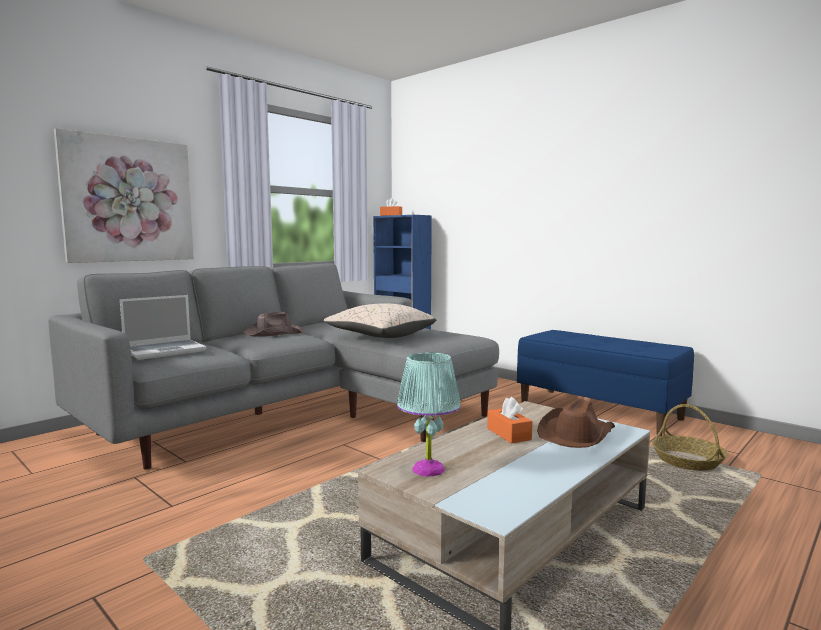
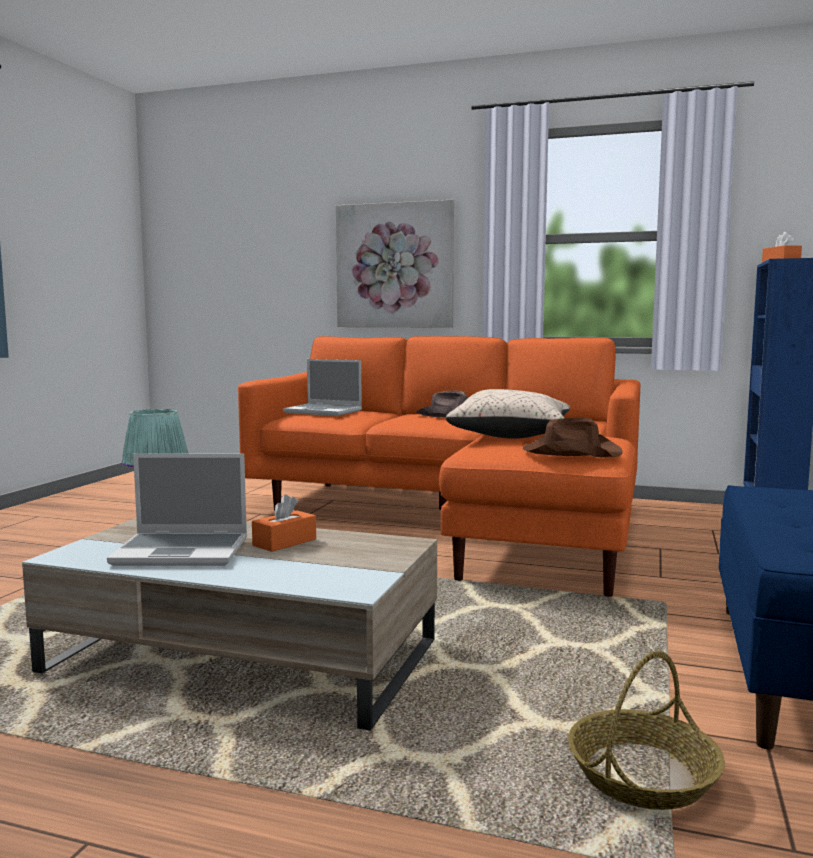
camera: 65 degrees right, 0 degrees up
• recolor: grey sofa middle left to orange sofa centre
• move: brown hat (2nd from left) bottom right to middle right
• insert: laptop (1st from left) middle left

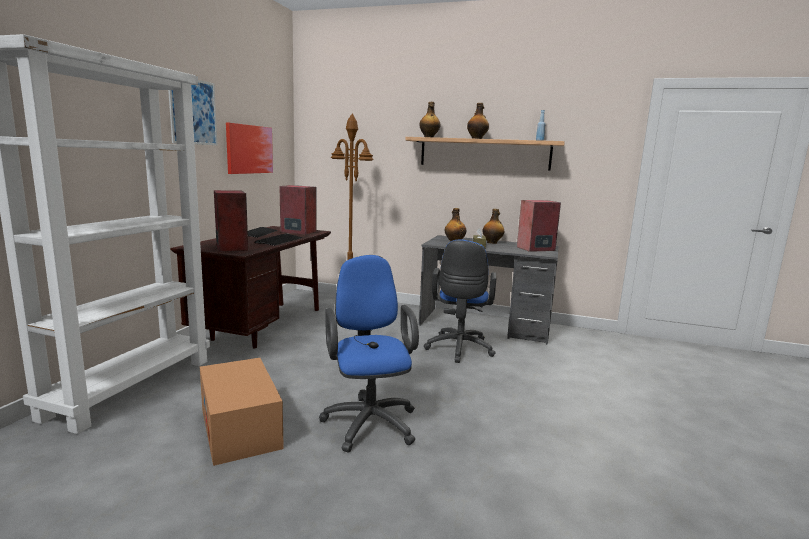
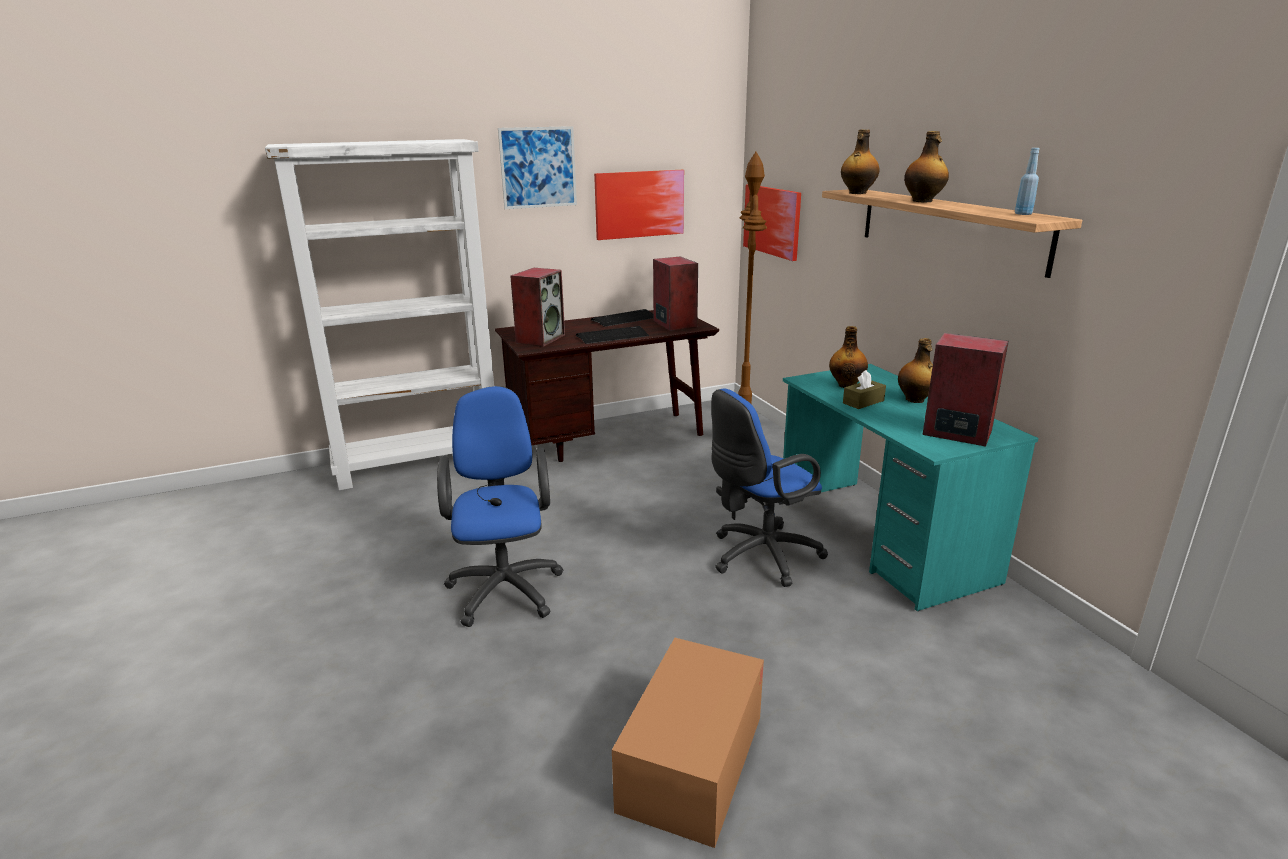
camera: 50 degrees right, 10 degrees up
• recolor: grey desk centre to turquoise desk middle right
• rotate: blue office chair (1st from left) centre = centre 45 degrees counterclockwise
• move: cardboard box bottom left to bottom centre
• insert: picture (3rd from left) top centre

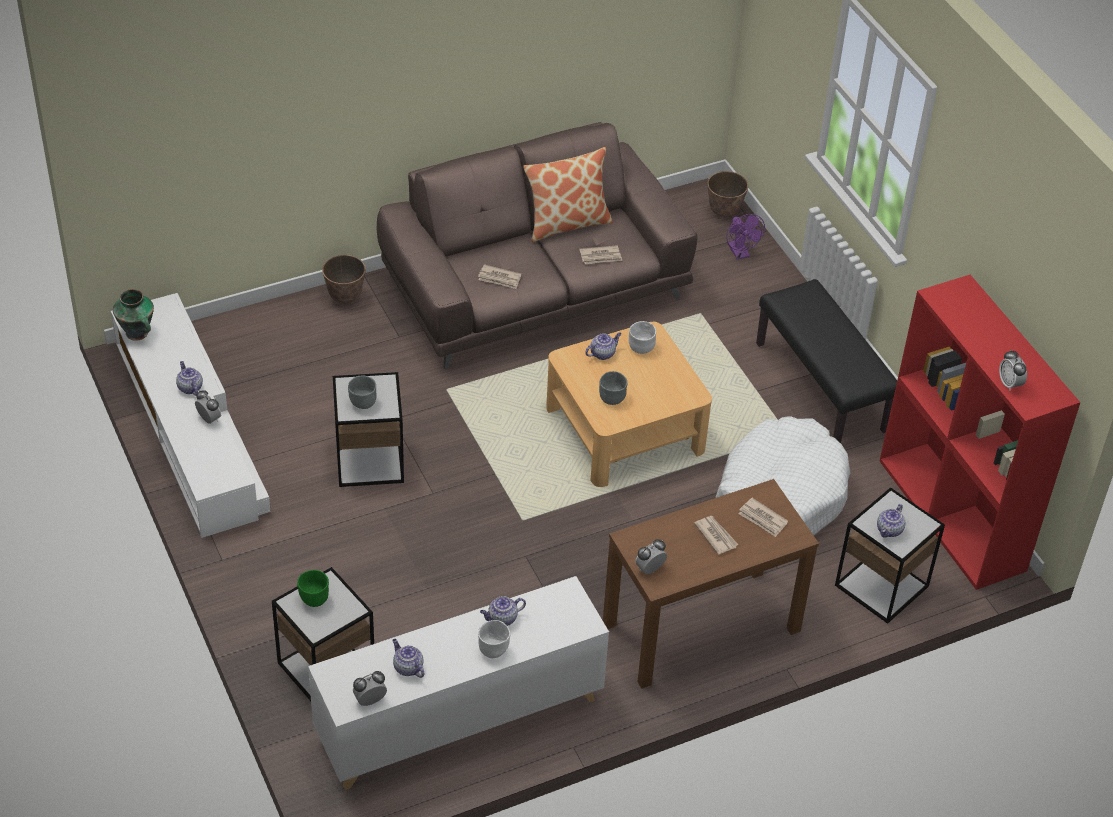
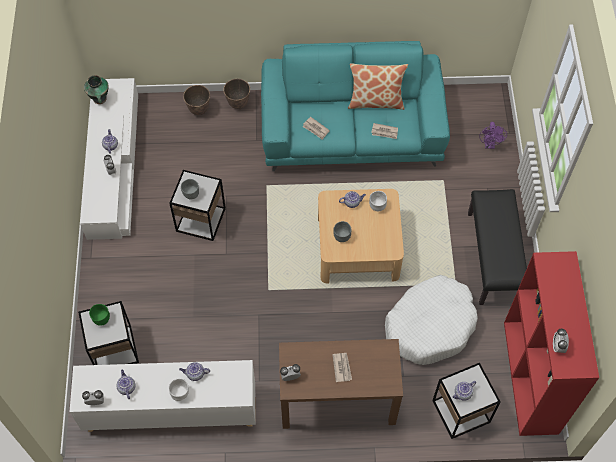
camera: 25 degrees right, 15 degrees up
• recolor: brown sofa top centre to turquoise sofa top centre
• move: planter (2nd from left in the first image) top centre to planter (1st from left) top left
• delete: newspaper (4th from left) middle right

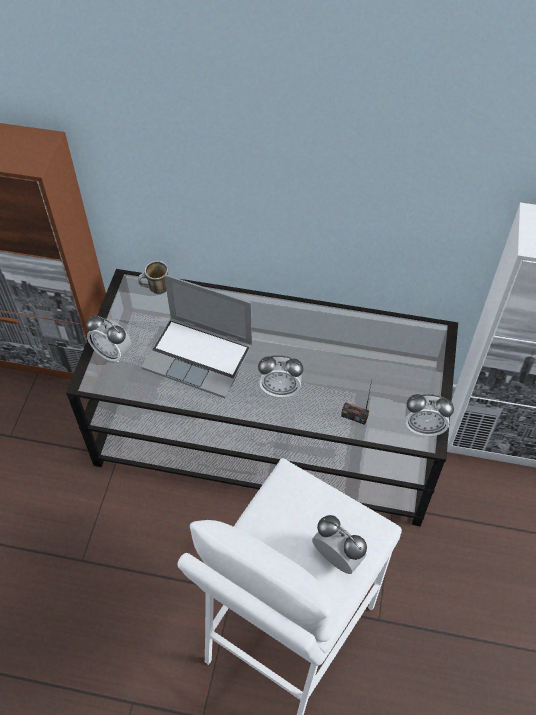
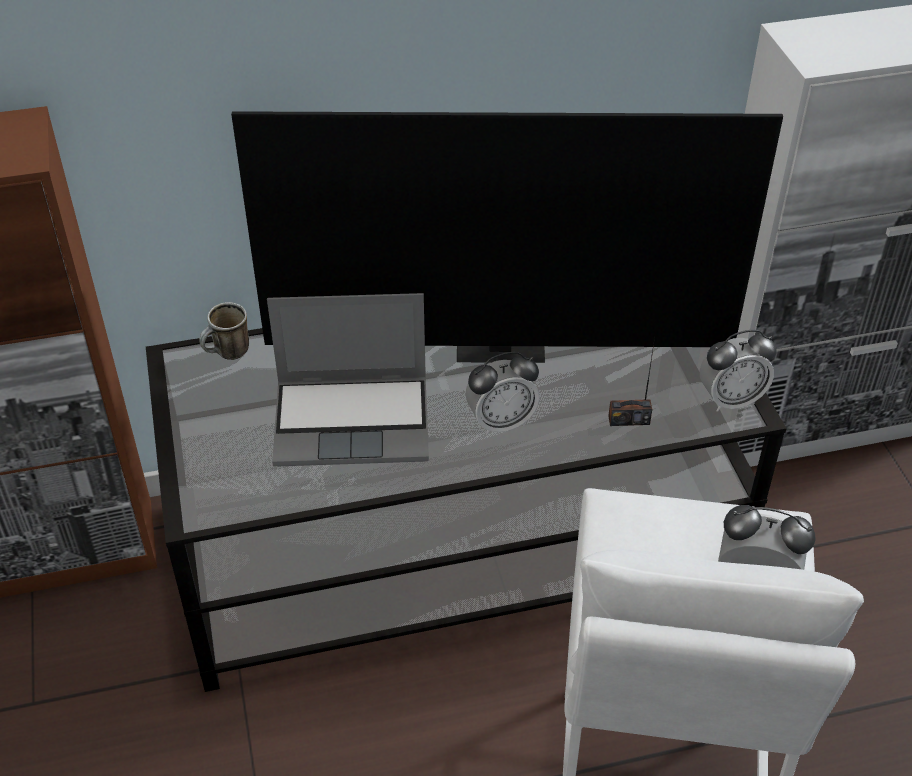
camera: 25 degrees left, 10 degrees down
• delete: alarm clock (1st from left) middle left
• insert: television top centre

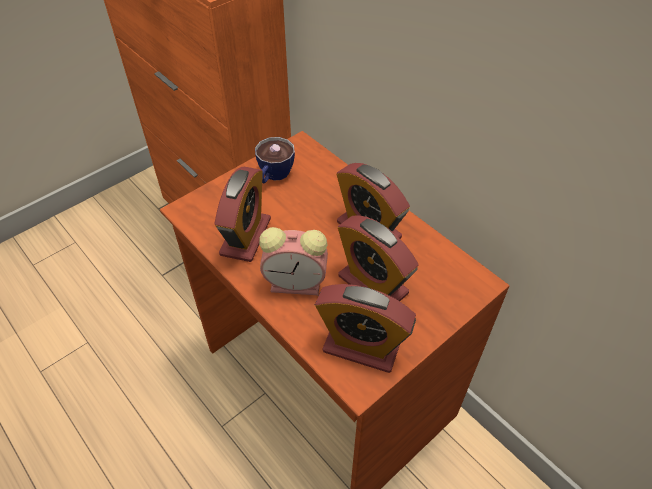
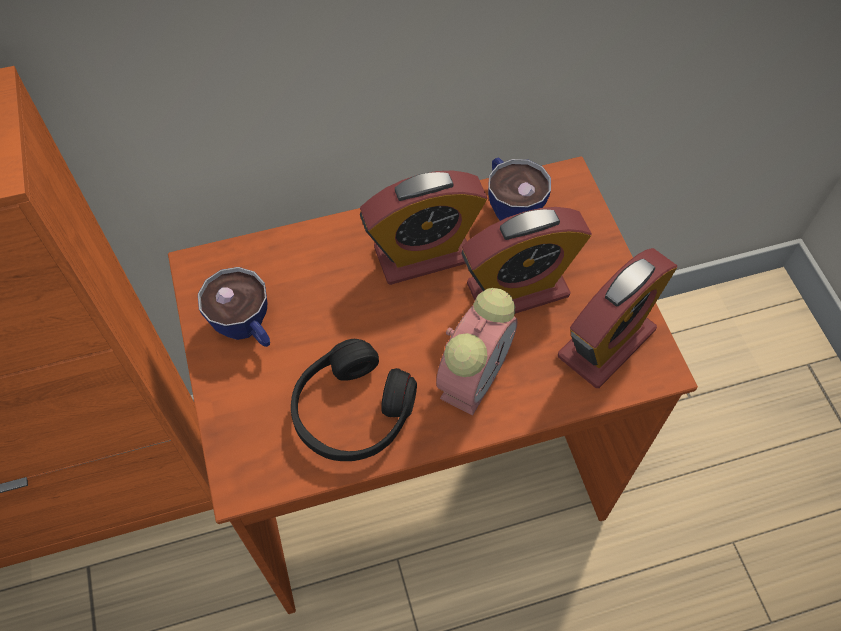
camera: 65 degrees left, 10 degrees up
• replace: alarm clock (1st from left) centre to black headphones centre
• insert: cup (2nd from left) top centre

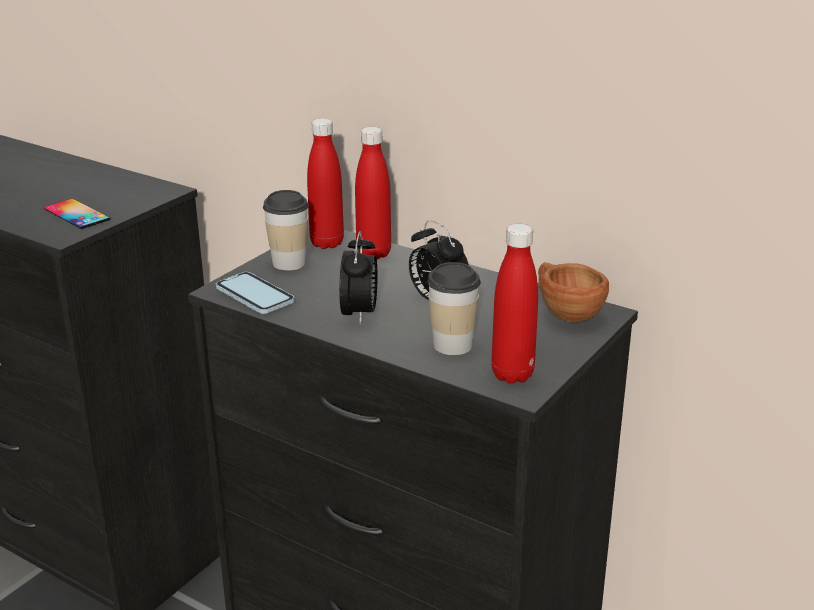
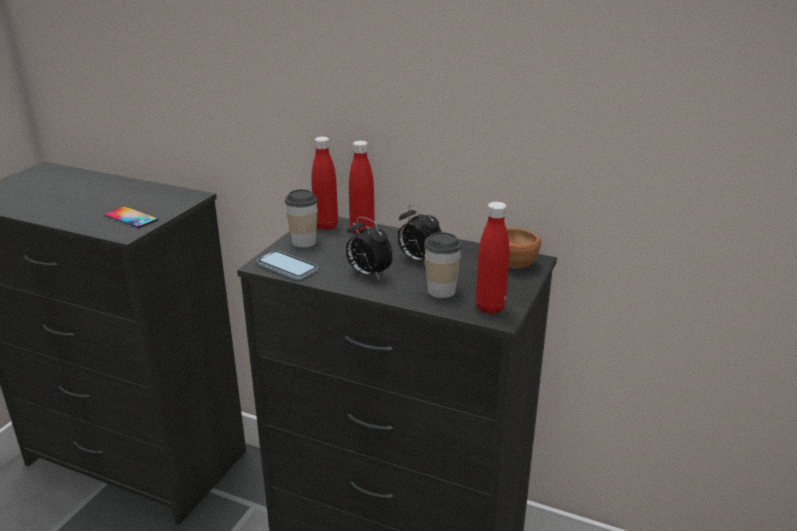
camera: 10 degrees left, 0 degrees up
• rotate: alarm clock (1st from left) centre = centre 135 degrees clockwise

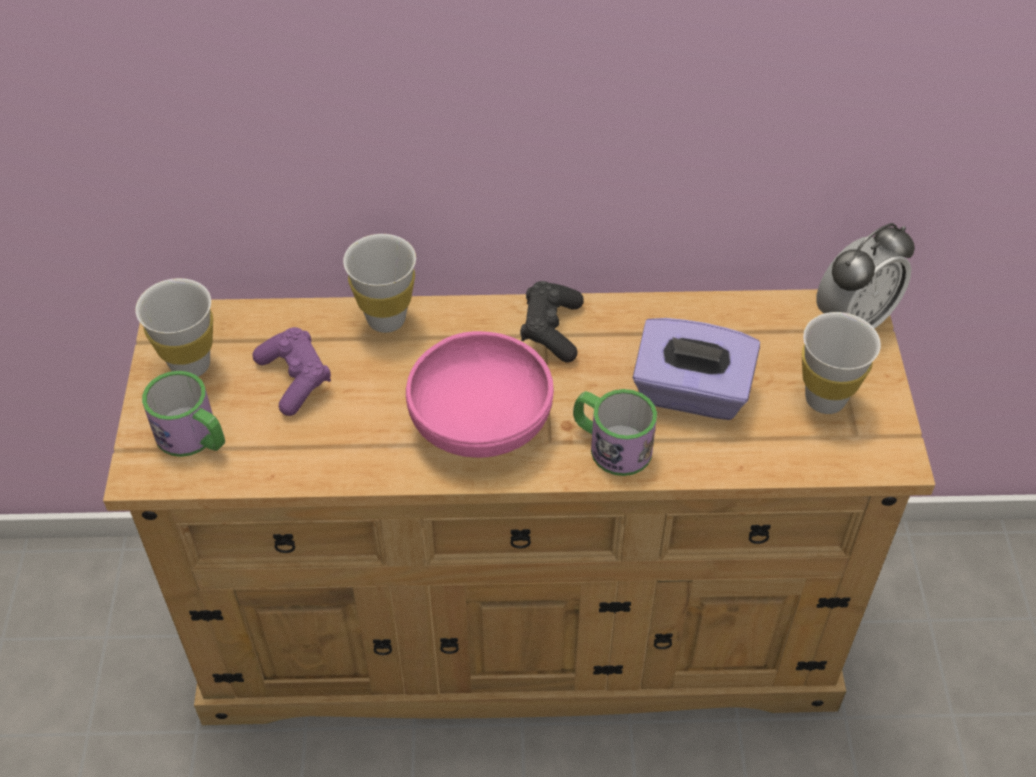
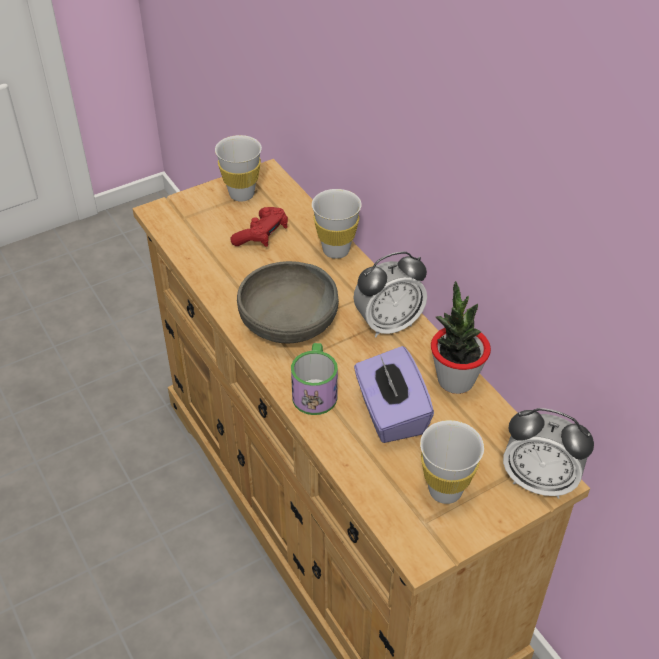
camera: 60 degrees right, 5 degrees down
• replace: black game controller centre to alarm clock (1st from left) centre
• recolor: purple game controller middle left to red game controller centre
• recolor: pink bowl centre to grey bowl centre
• delete: mug (1st from left) middle left
• insert: potted plant middle right

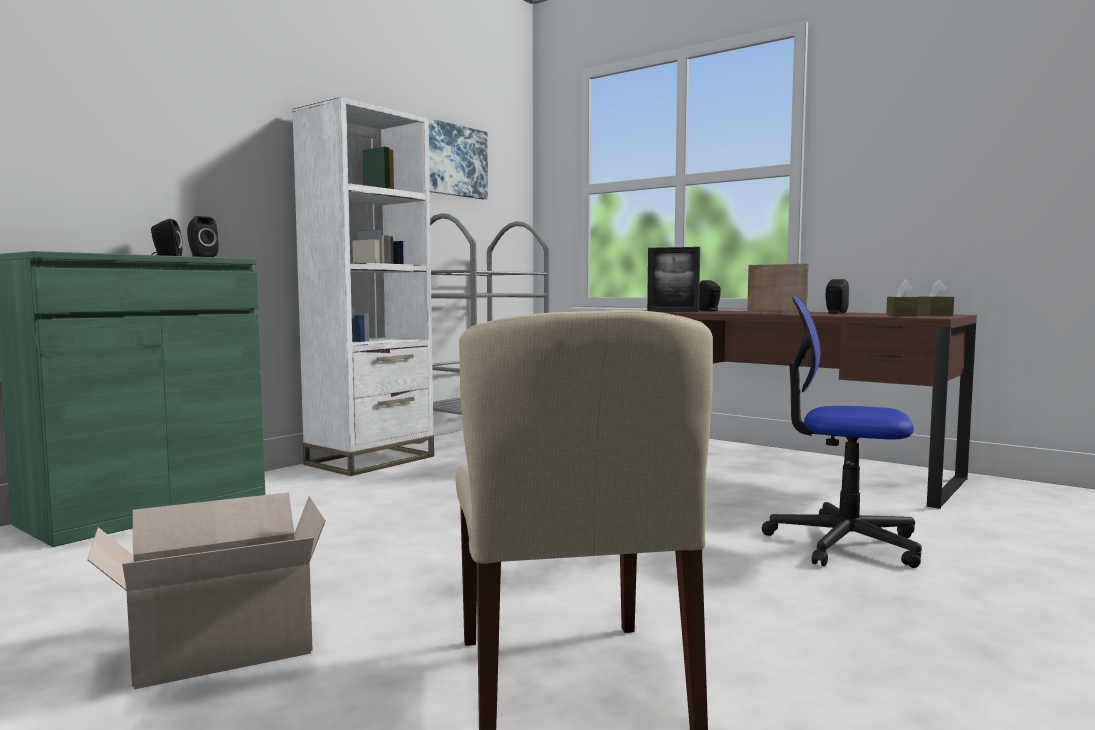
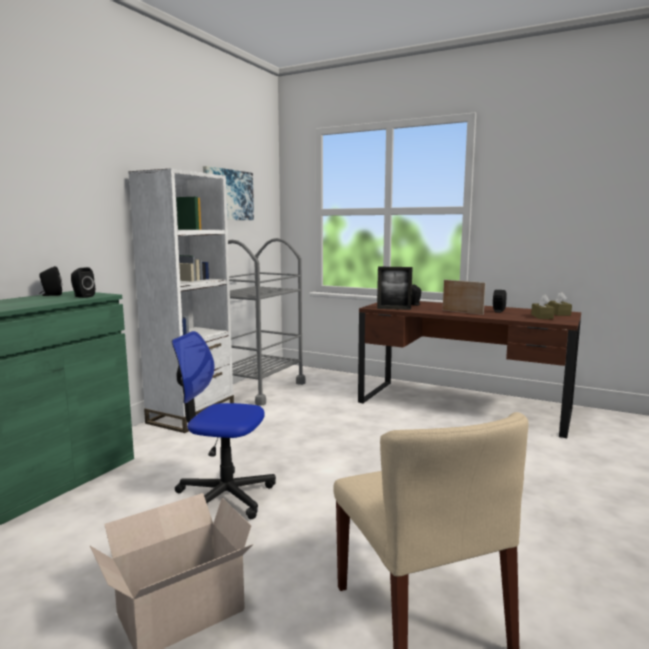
camera: 10 degrees left, 5 degrees up
• move: office chair middle right to centre

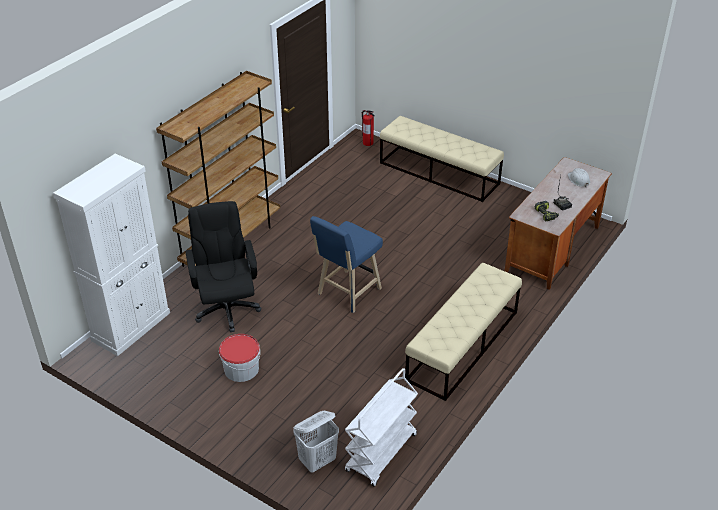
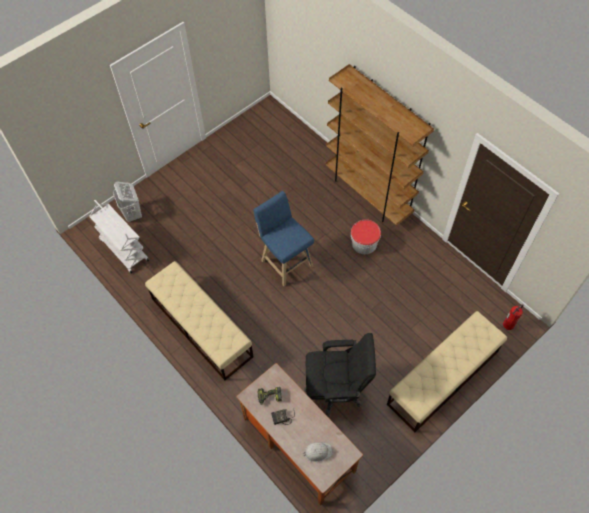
camera: 105 degrees right, 20 degrees up
• delete: white cabinet middle left
• move: black office chair middle left to bottom centre
• move: bucket bottom left to centre

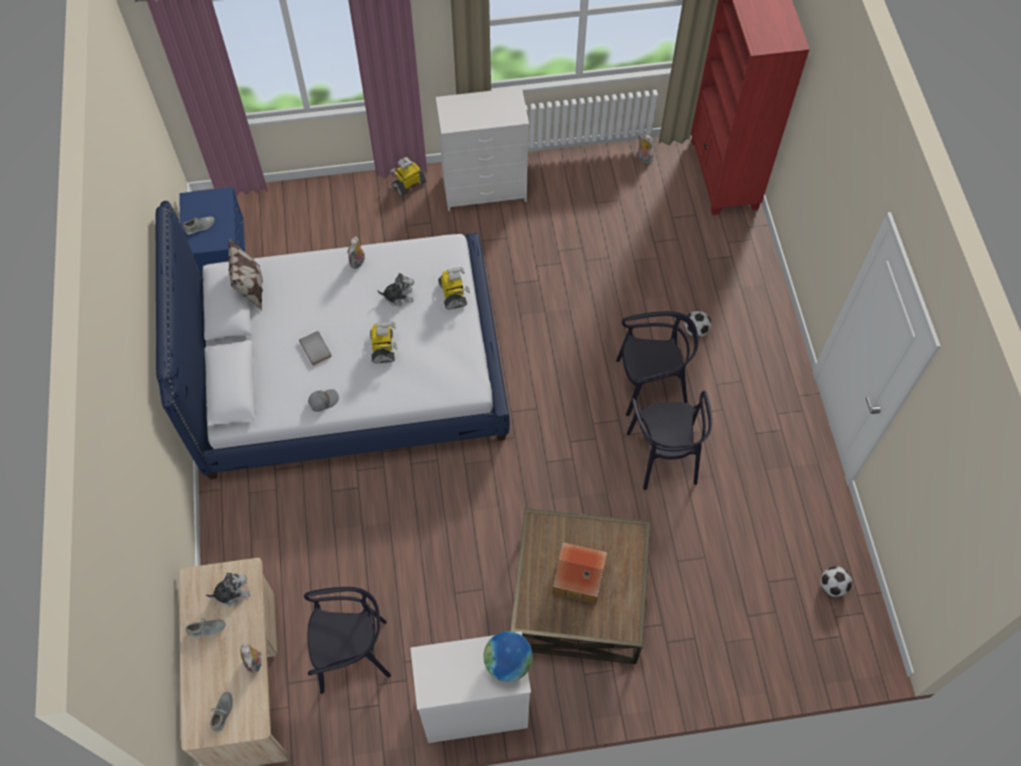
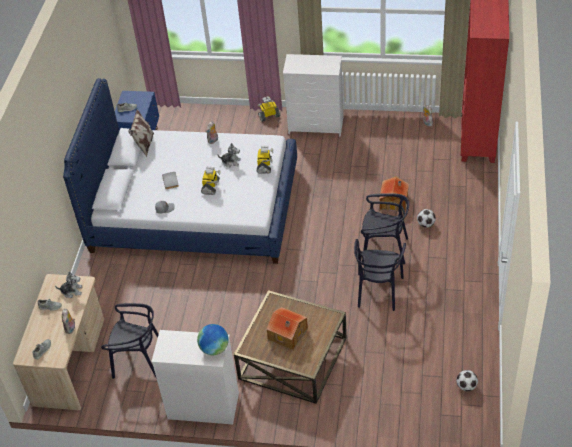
camera: 20 degrees right, 15 degrees down
• insert: toy house (2nd from left) middle right

